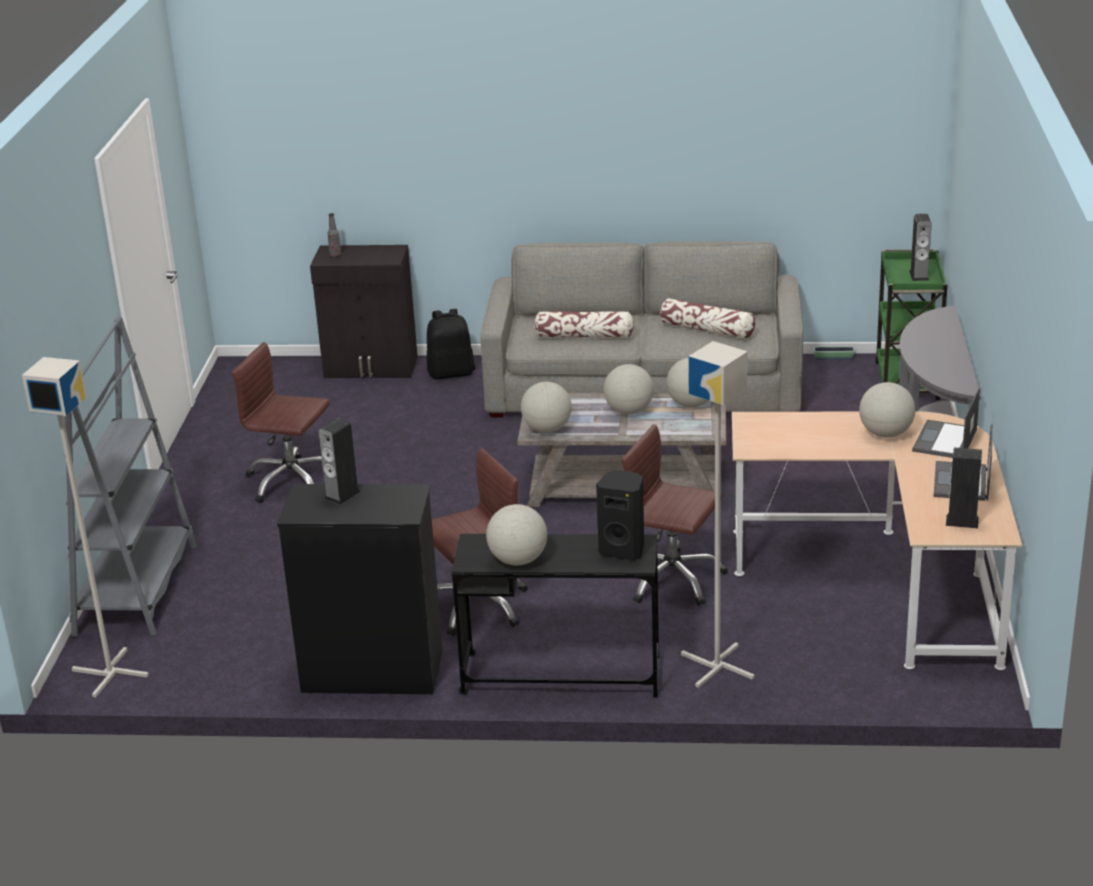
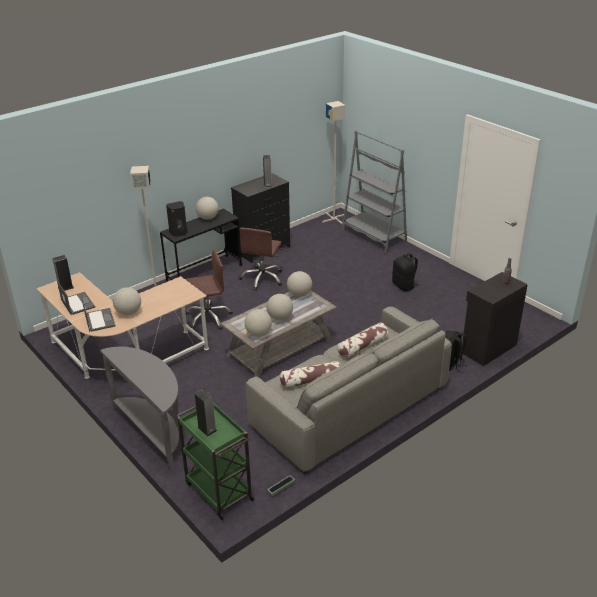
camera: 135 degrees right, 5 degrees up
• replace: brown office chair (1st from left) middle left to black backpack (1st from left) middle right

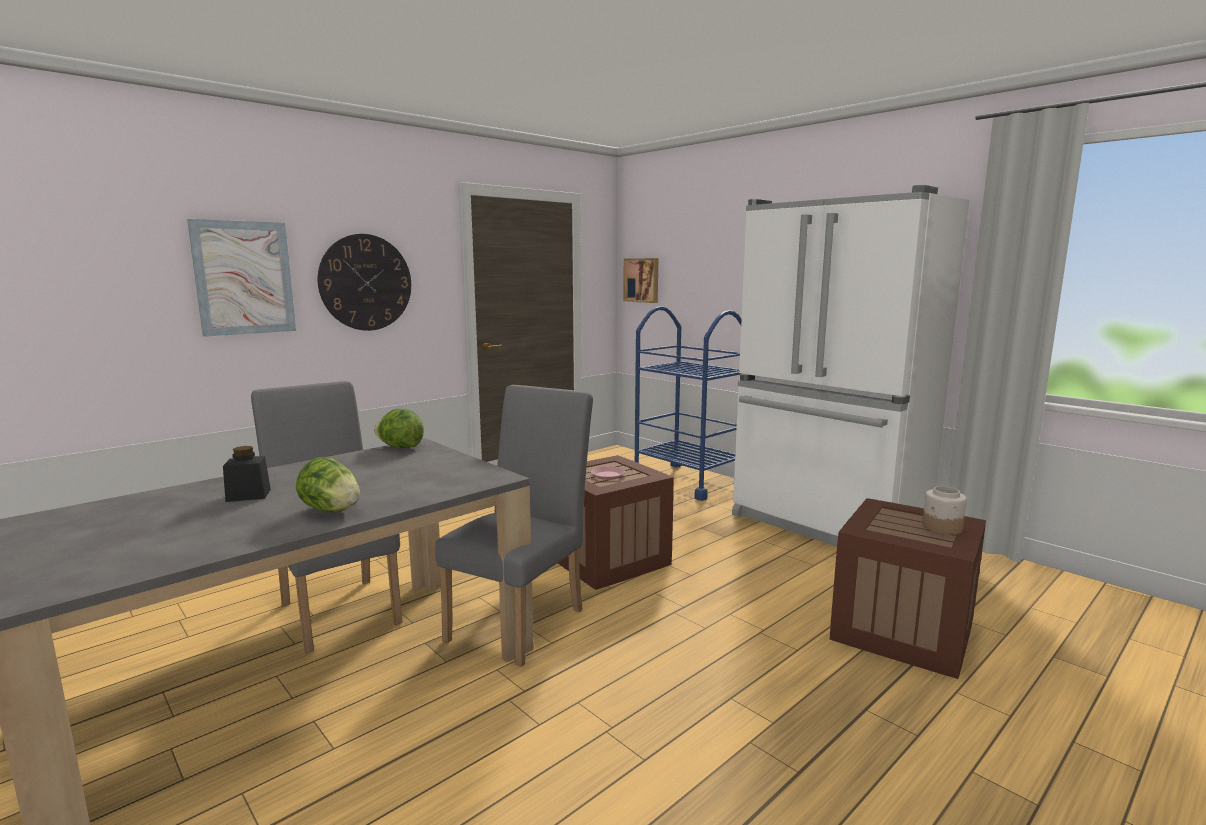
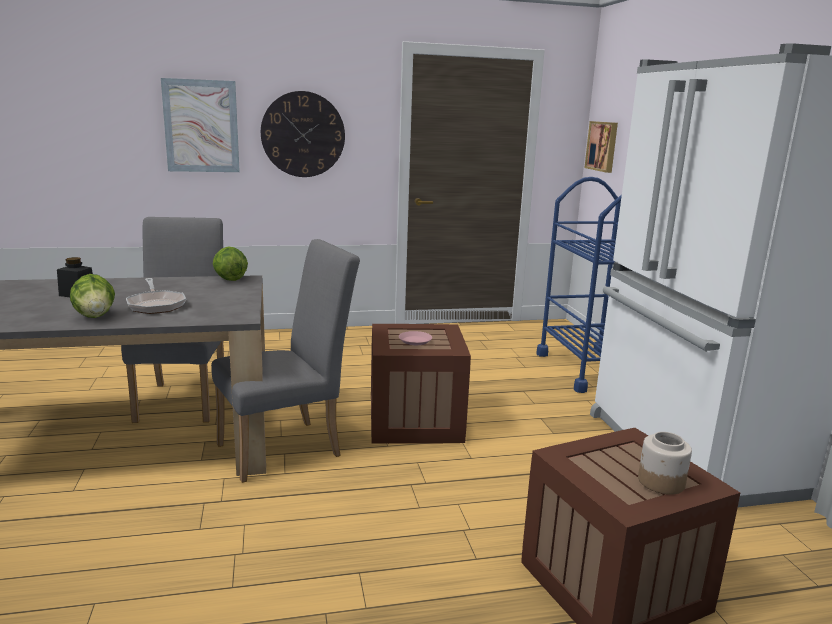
camera: 30 degrees right, 5 degrees up
• insert: frying pan middle left

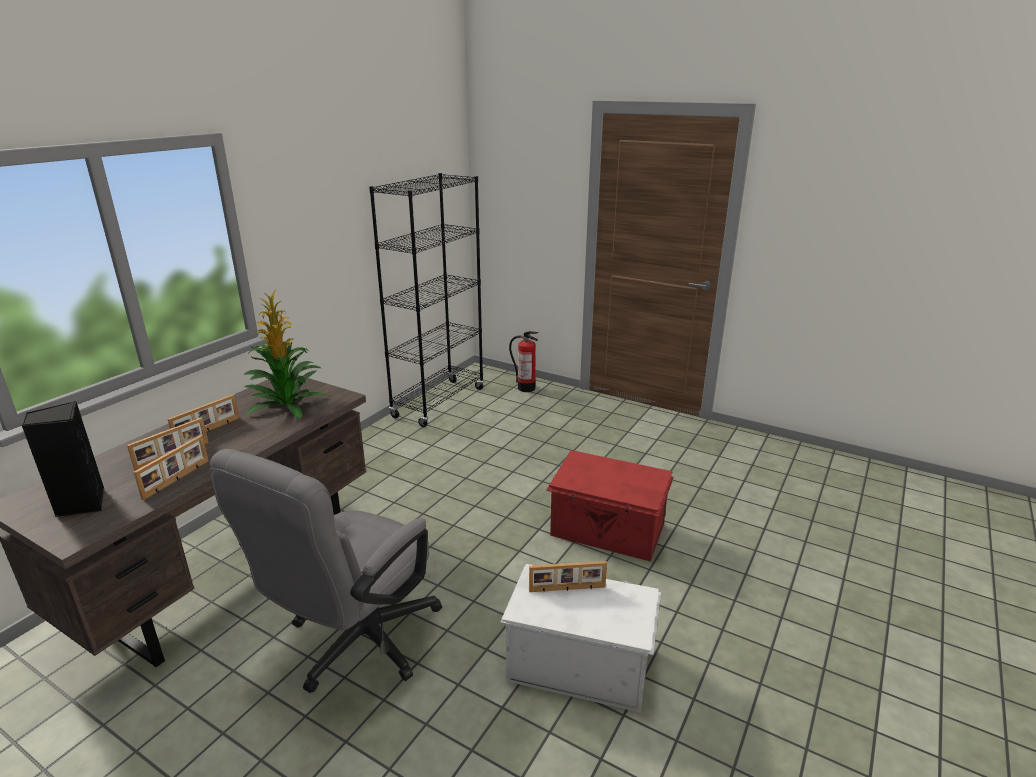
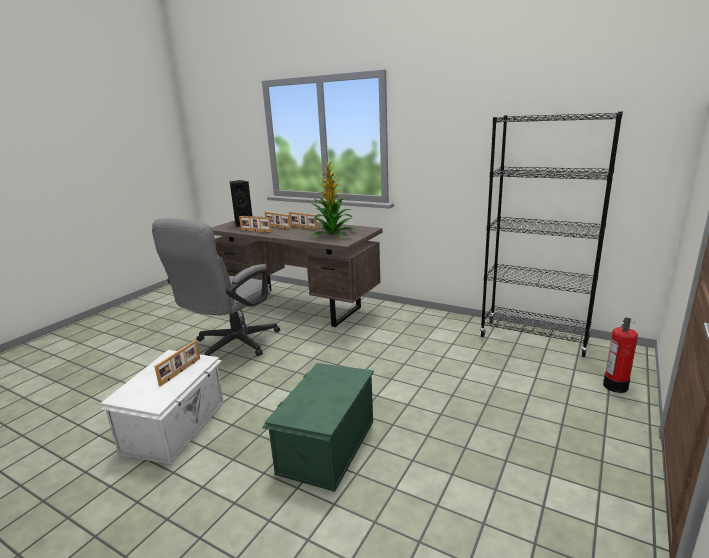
camera: 90 degrees right, 5 degrees down
• rotate: grey office chair bottom left = middle left 90 degrees counterclockwise
• recolor: red storage box centre to green storage box bottom centre
• rotate: picture frame (4th from left in the first image) bottom centre = middle left 150 degrees counterclockwise

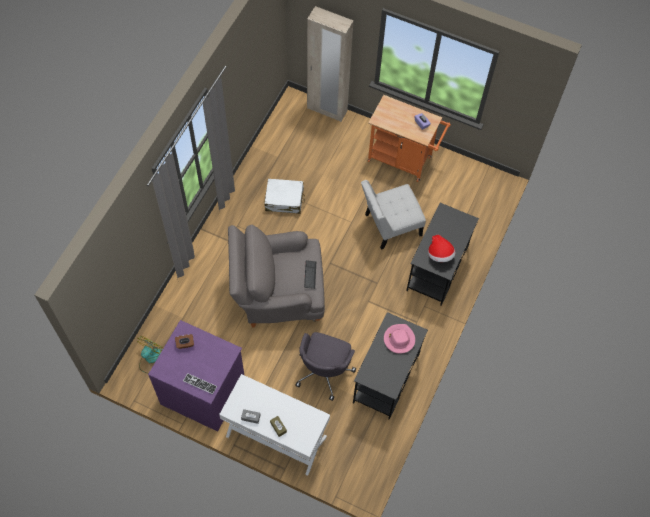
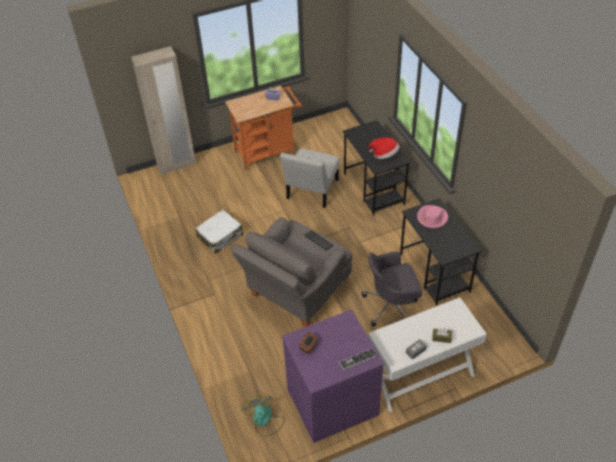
camera: 45 degrees left, 15 degrees down
• rotate: grey office chair bottom centre = centre 105 degrees clockwise

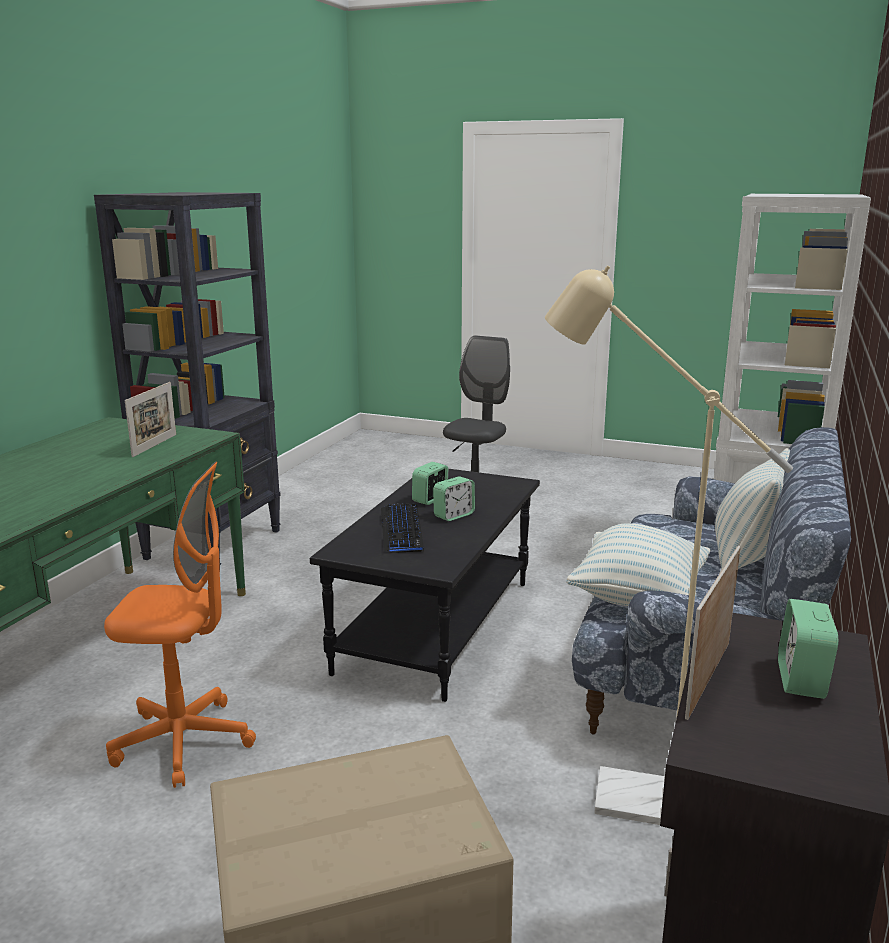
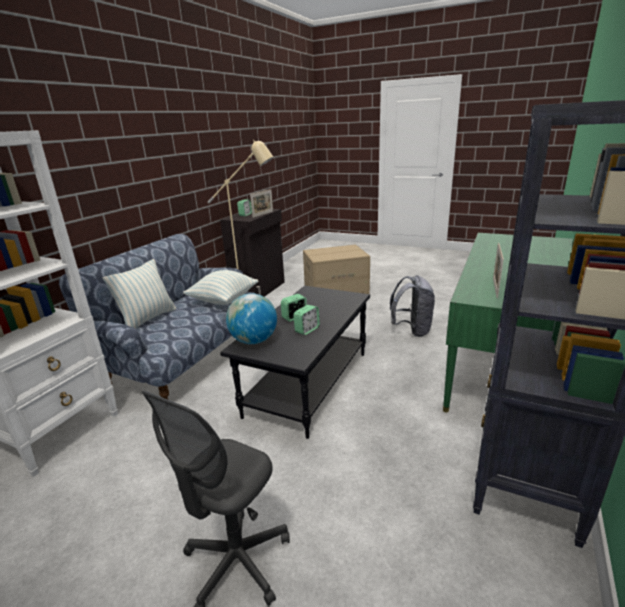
camera: 175 degrees left, 5 degrees up
• replace: orange office chair middle left to grey backpack centre
• delete: keyboard centre
• insert: globe centre

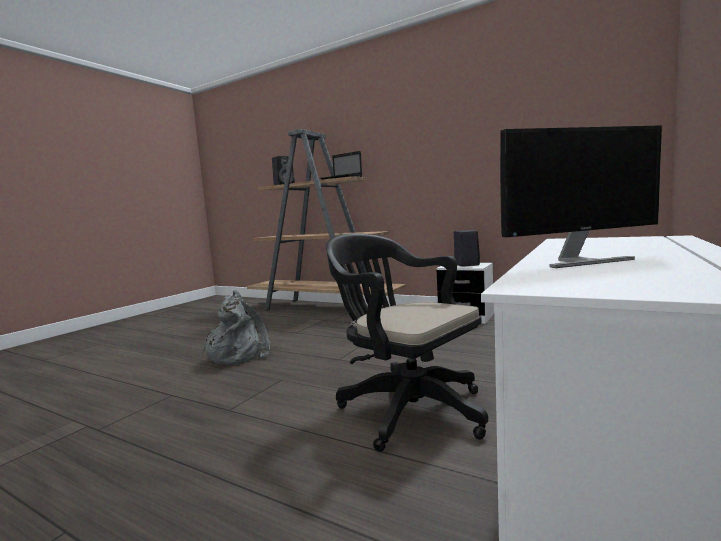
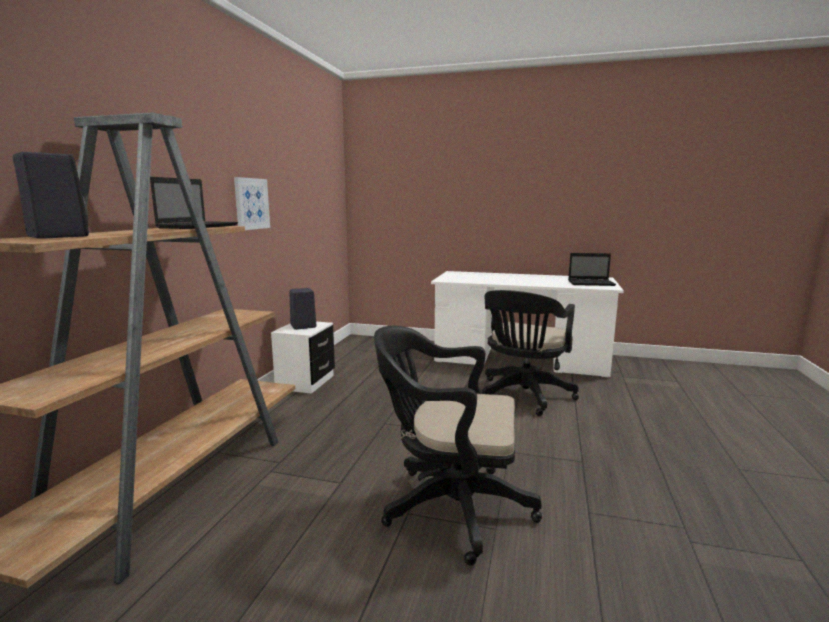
camera: 105 degrees left, 5 degrees up
• delete: monitor middle right
• replace: grey backpack middle left to black office chair (1st from left) bottom centre
• insert: picture top left
• insert: laptop (2nd from left) middle right

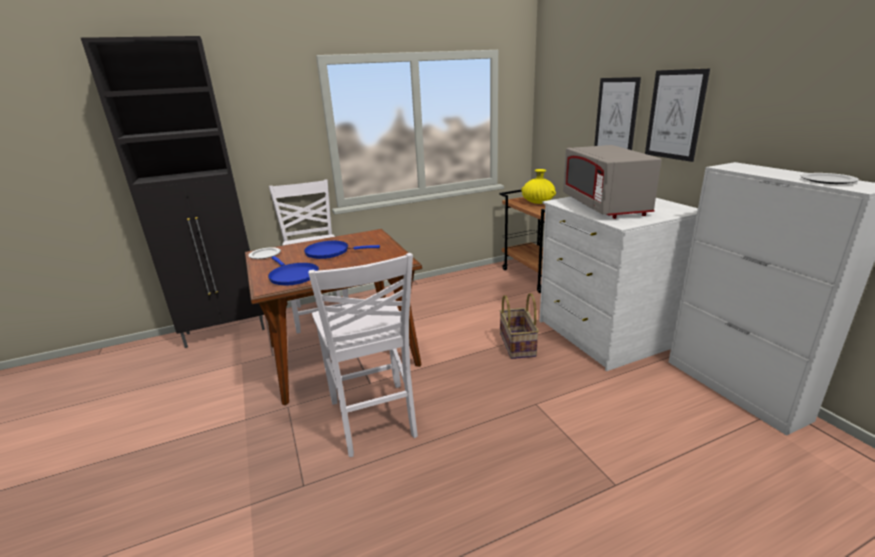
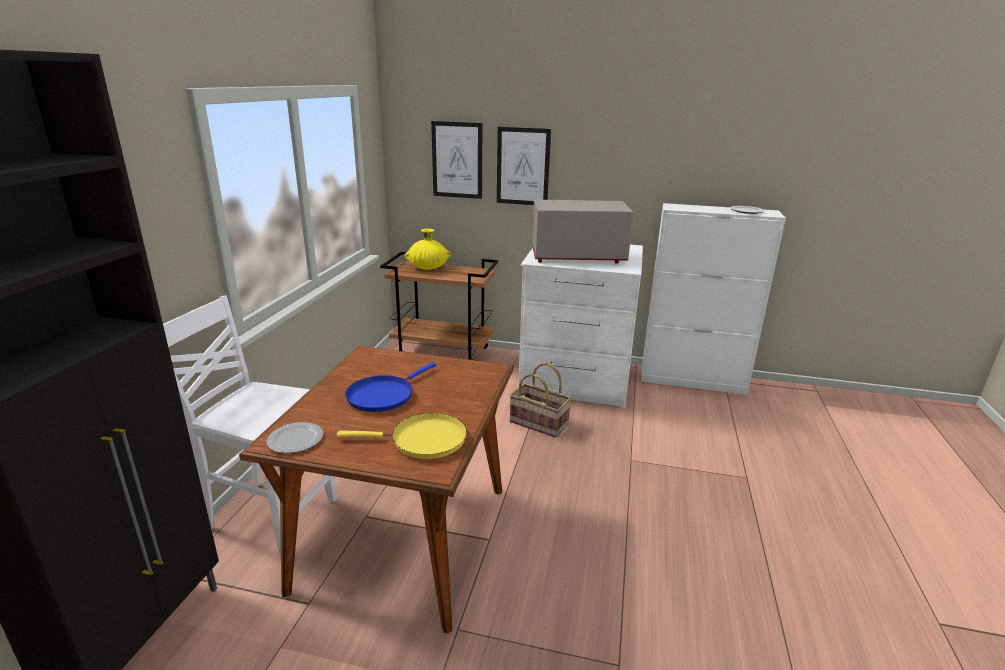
camera: 55 degrees left, 0 degrees up
• move: picture (2nd from left in the first image) top right to picture (1st from left) top centre
• rotate: grey microwave top right = centre 150 degrees clockwise
• delete: white chair (2nd from left) centre
• recolor: blue frying pan (1st from left) centre to yellow frying pan centre

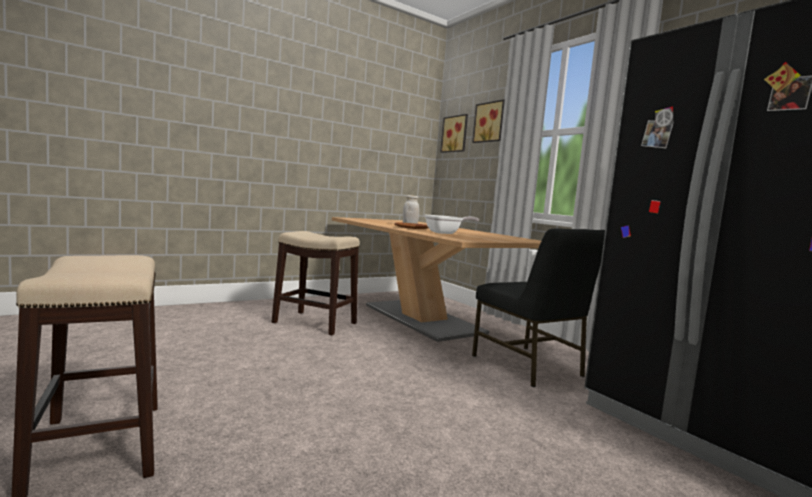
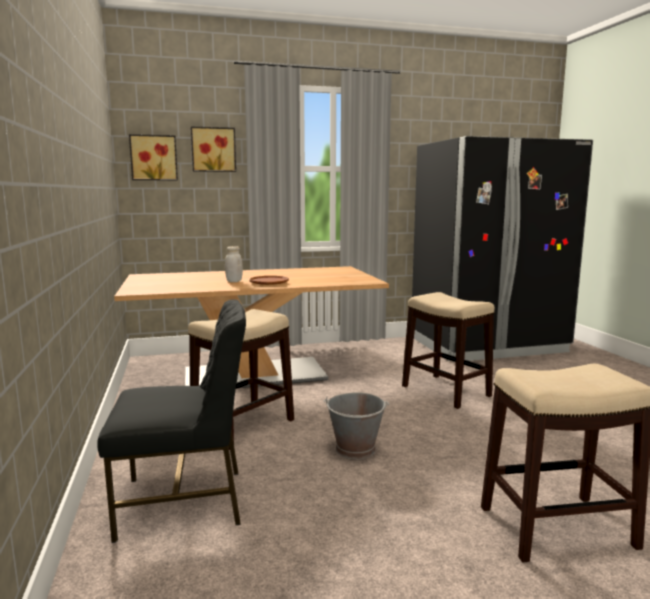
camera: 70 degrees left, 5 degrees up
• delete: frying pan centre
• move: black chair centre to bottom left
• insert: stool (2nd from left) middle right
• insert: grey bucket bottom centre

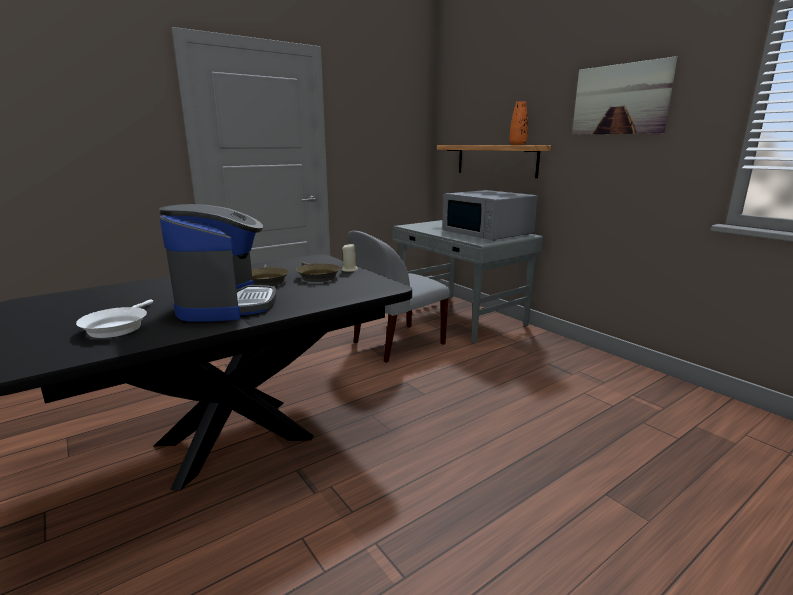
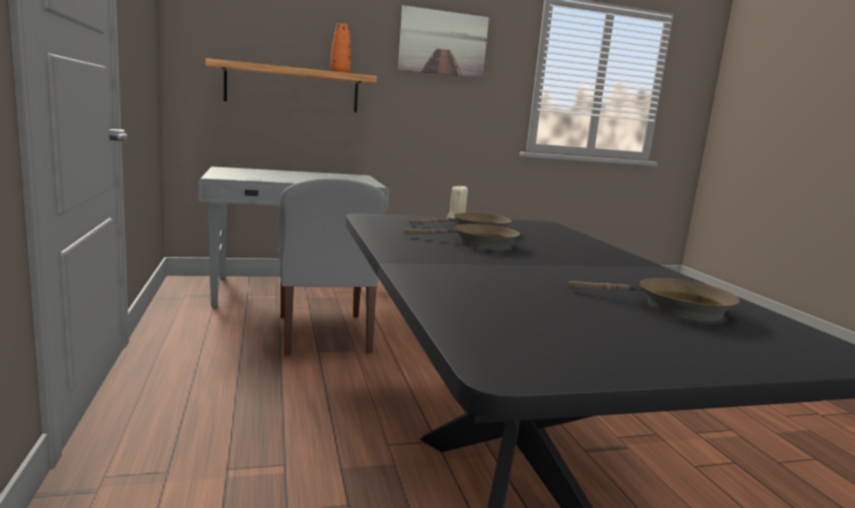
camera: 70 degrees left, 5 degrees down
• delete: grey microwave centre
• delete: coffee machine middle left
• recolor: white frying pan middle left to brown frying pan (3rd from left) middle right

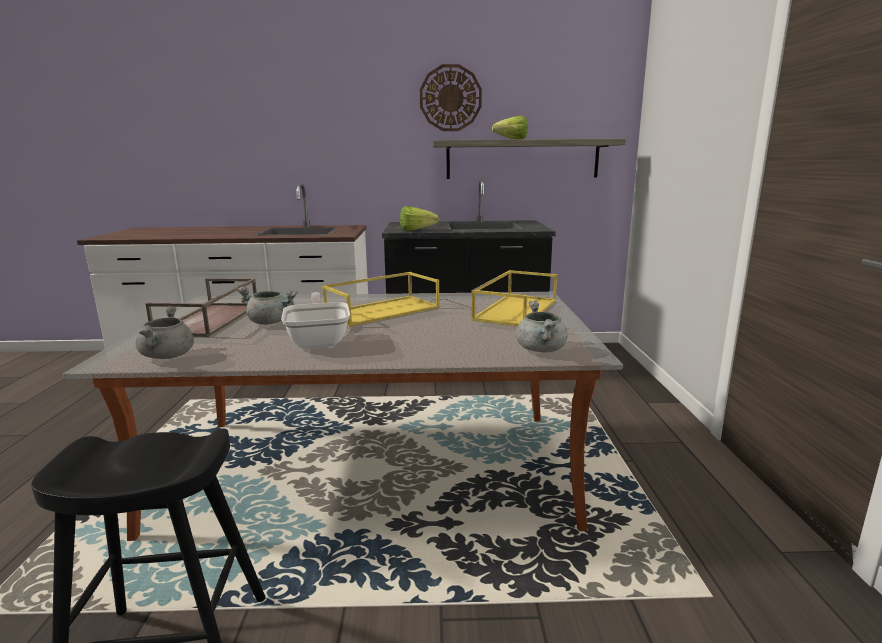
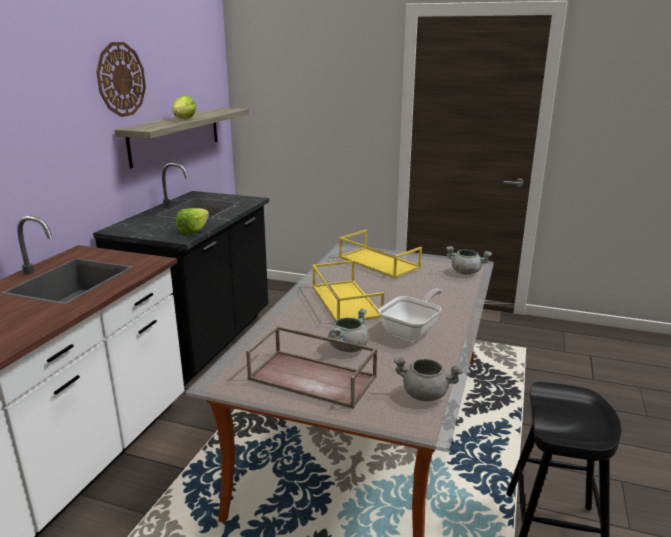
camera: 70 degrees left, 5 degrees up
• rotate: frying pan centre = centre 120 degrees clockwise

